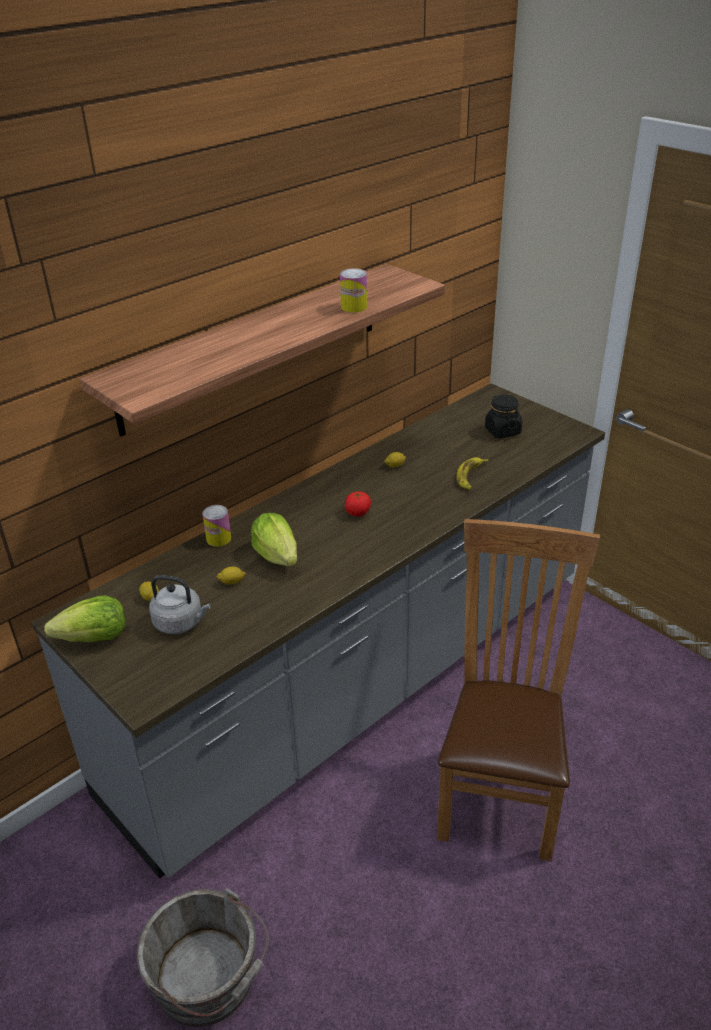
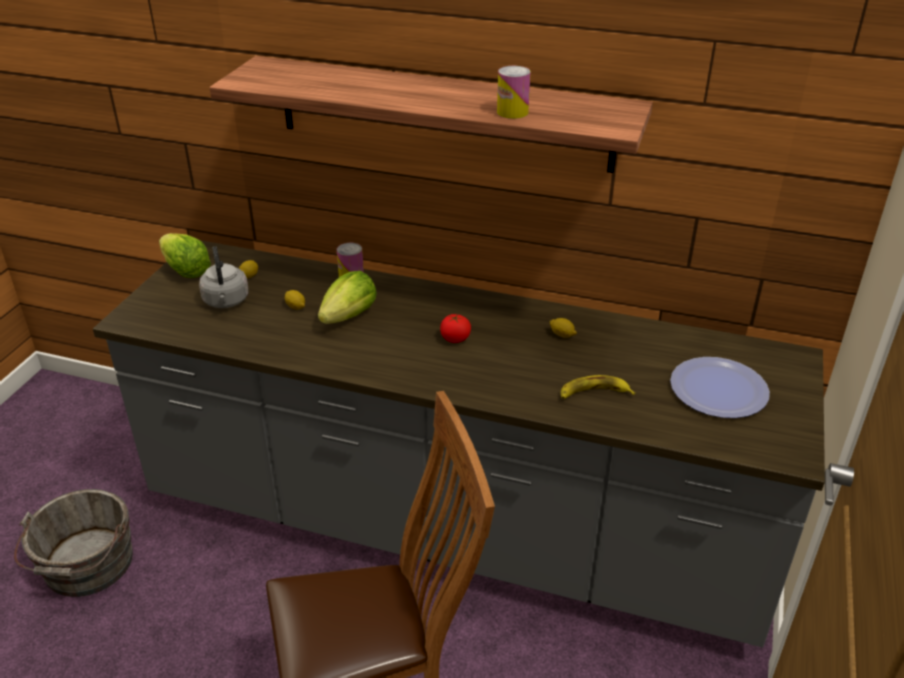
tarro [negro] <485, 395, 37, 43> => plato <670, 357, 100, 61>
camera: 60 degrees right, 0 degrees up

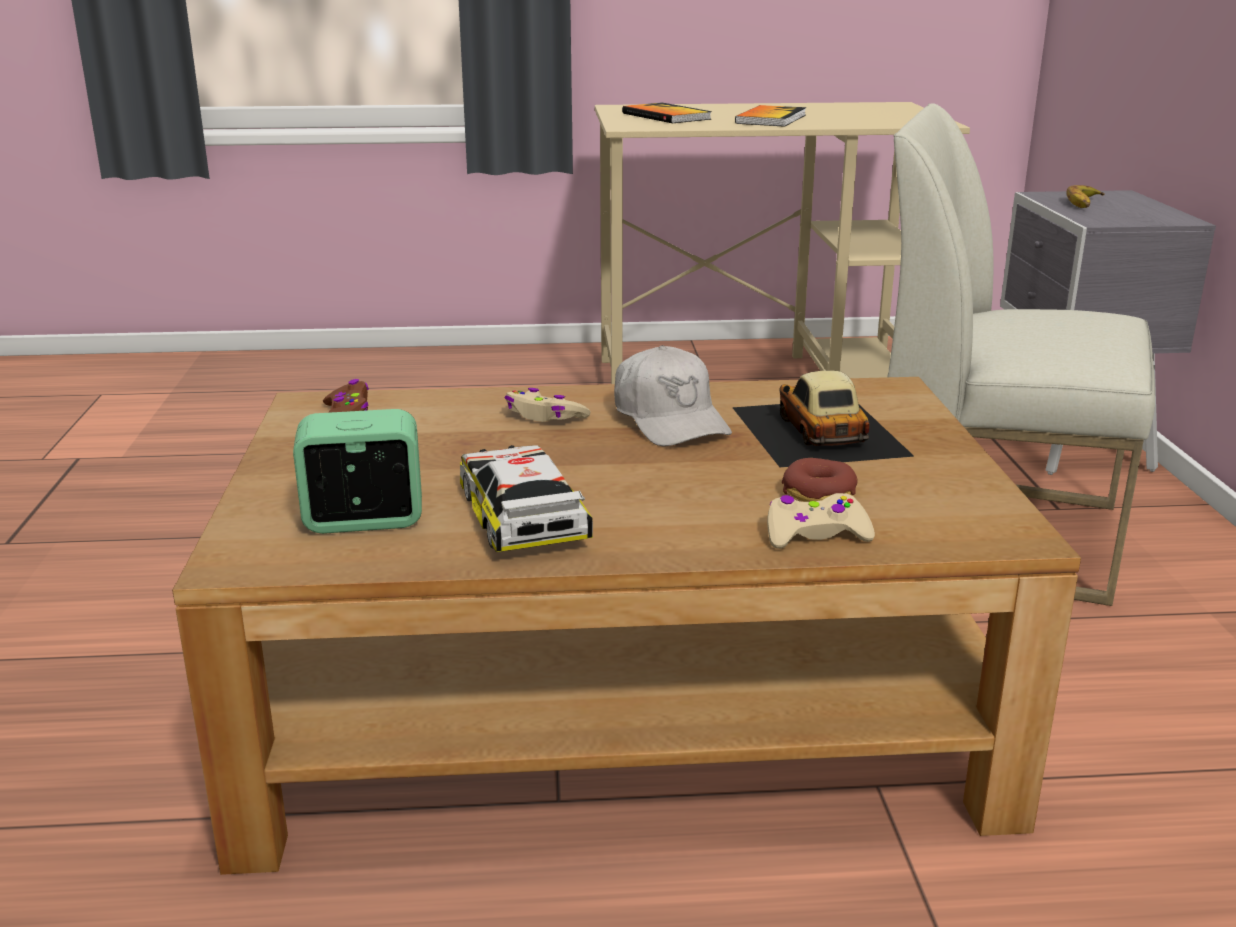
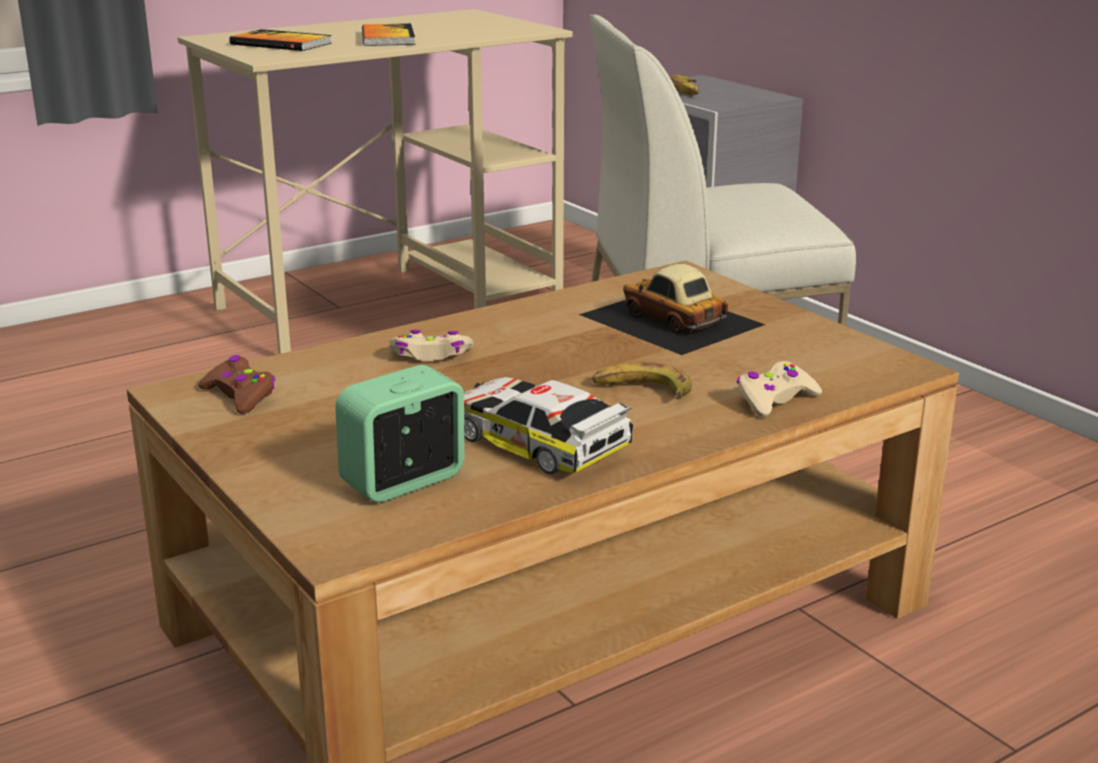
gorra [blanco] <614, 345, 118, 101> => nothing
rosquilla <782, 458, 76, 44> => nothing
nothing => plátano <592, 362, 100, 37>
camera: 30 degrees left, 0 degrees up

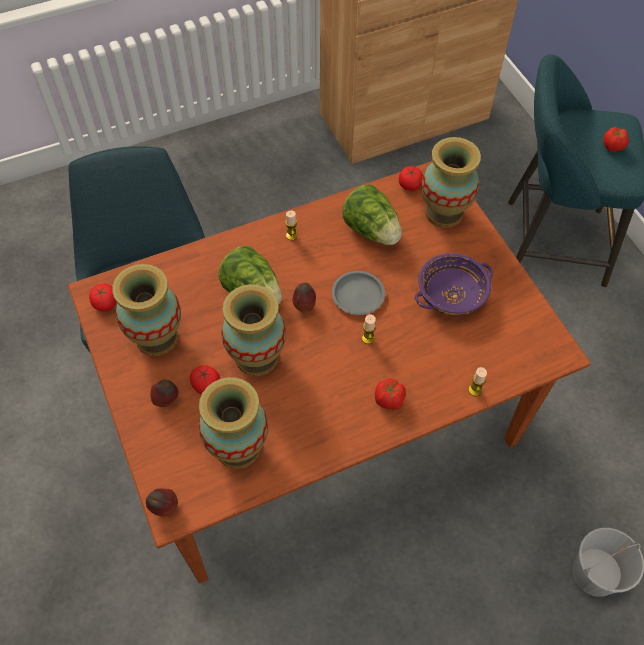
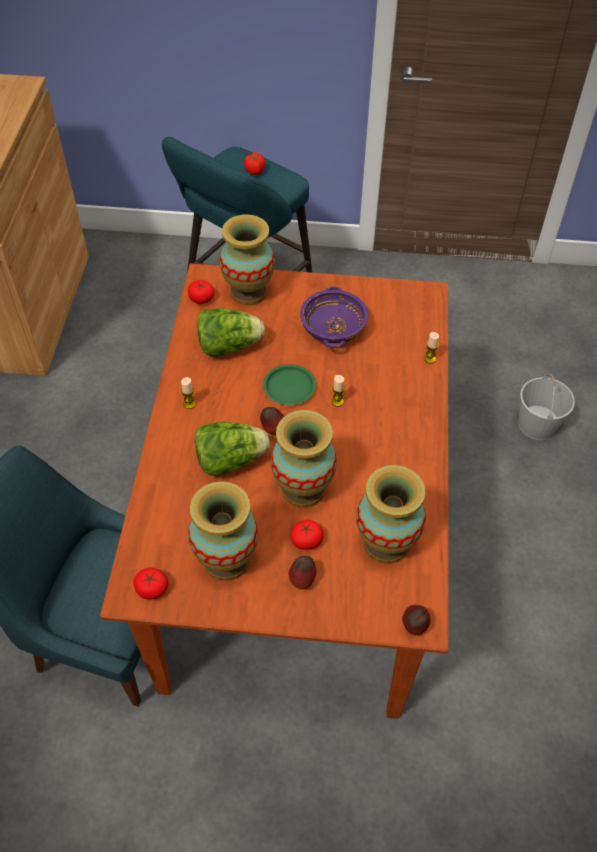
tomate <375, 379, 31, 31> => nothing
plato [gris] <332, 271, 53, 44> => plato [verde] <263, 364, 53, 41>
camera: 60 degrees left, 5 degrees down

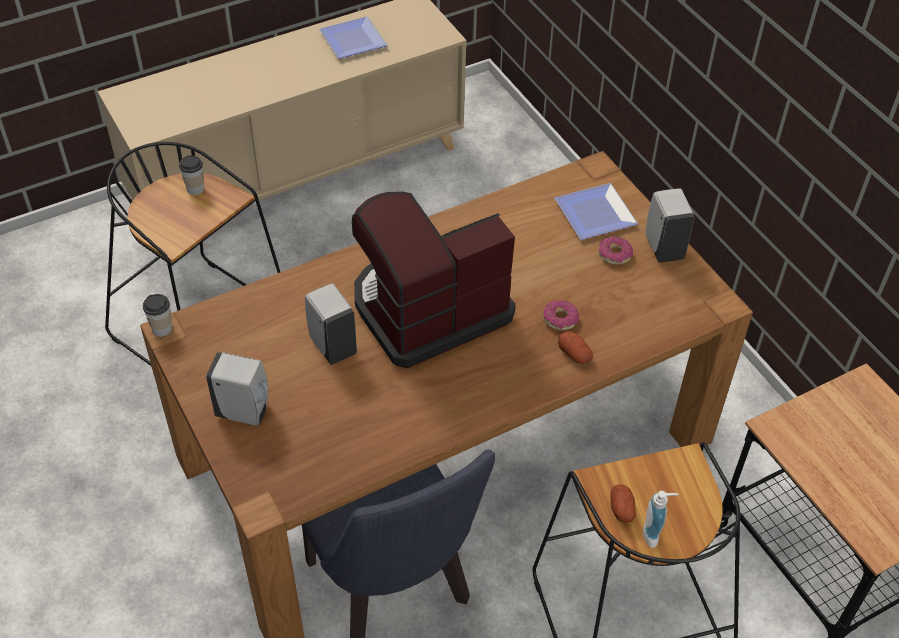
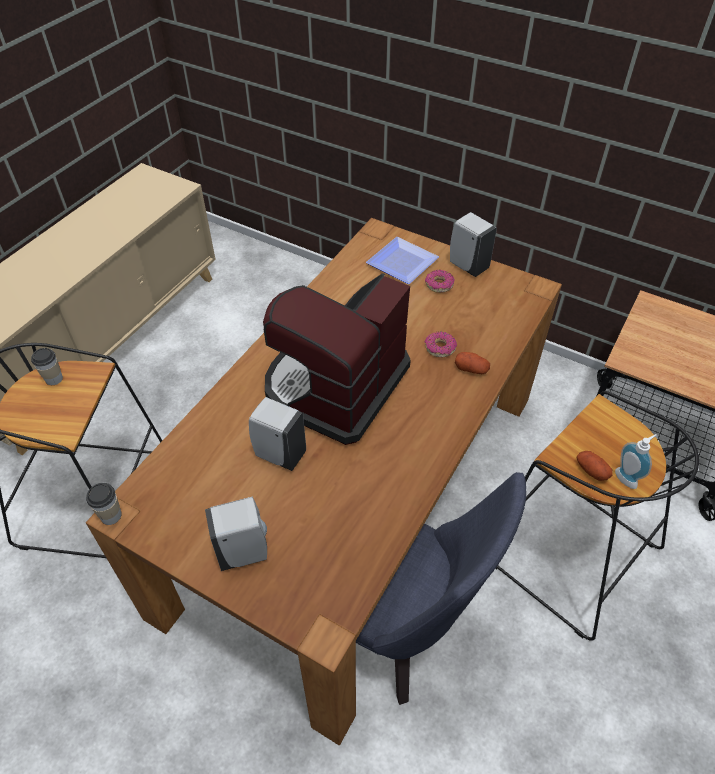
plato <319, 16, 68, 43> => nothing
camera: 30 degrees left, 0 degrees up

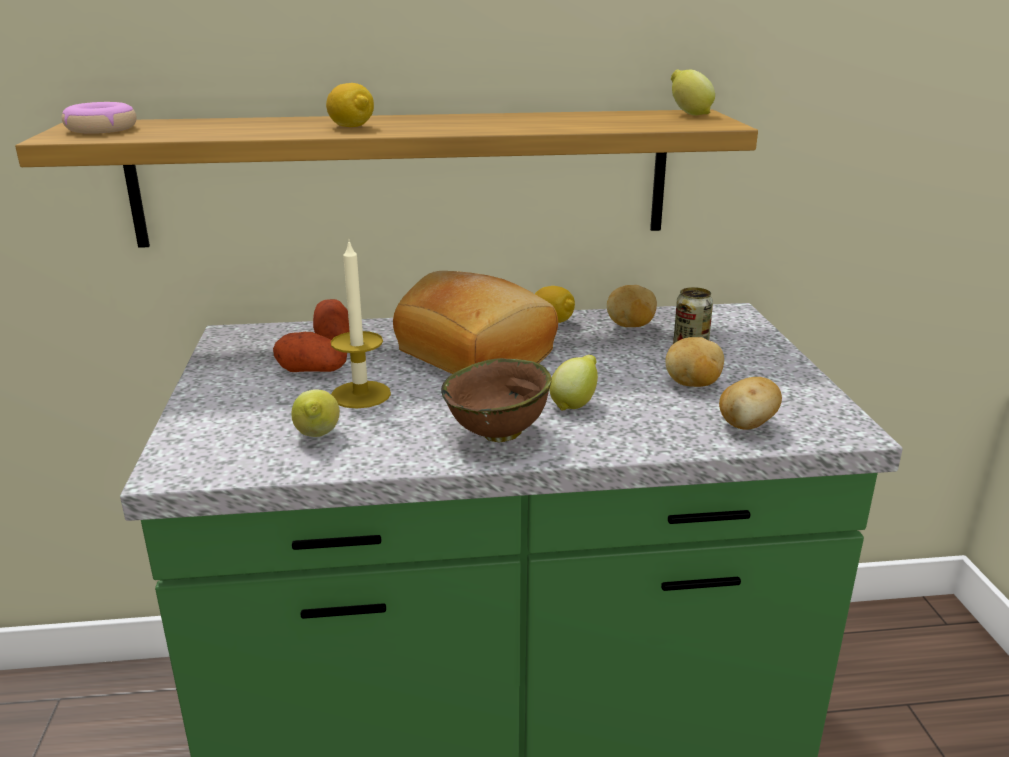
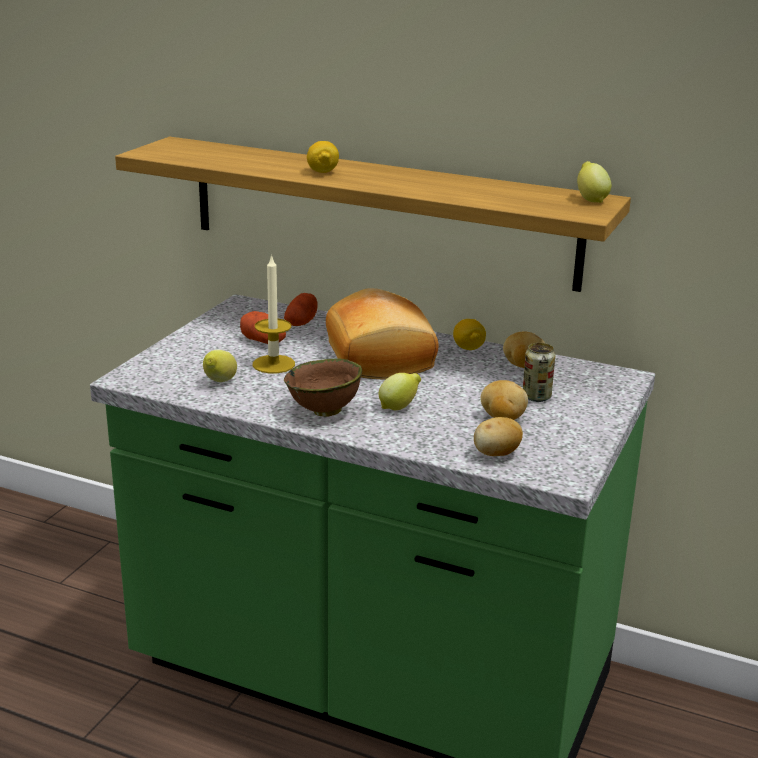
rosquilla <62, 102, 75, 32> => nothing
camera: 30 degrees right, 0 degrees up

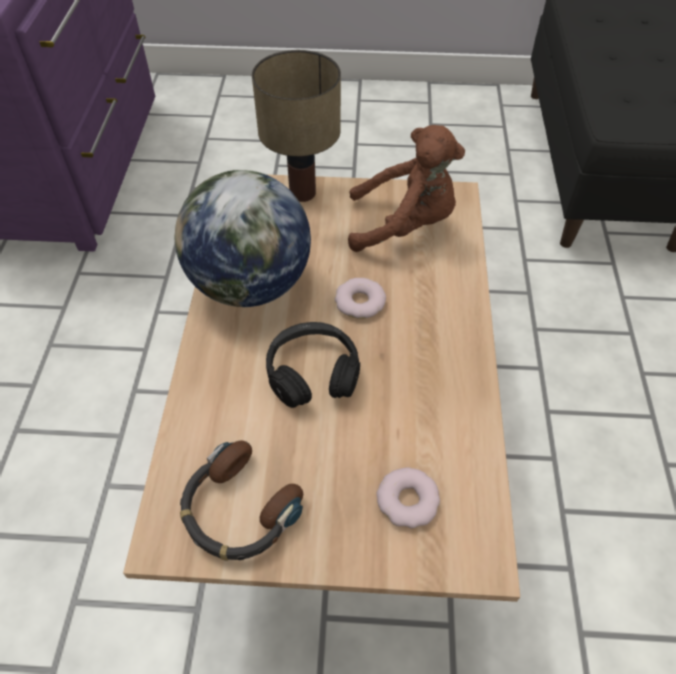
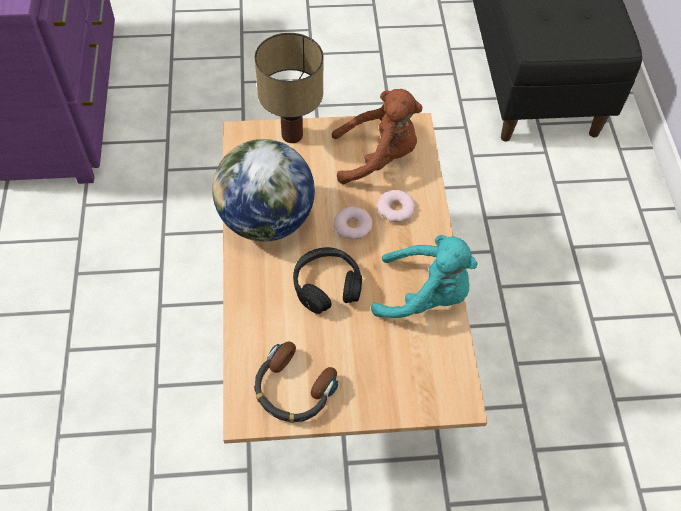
nothing => peluche [turquesa] <371, 235, 107, 83>
rosquilla <376, 467, 64, 62> => rosquilla <377, 190, 38, 32>, shifted
camera: 10 degrees left, 5 degrees up

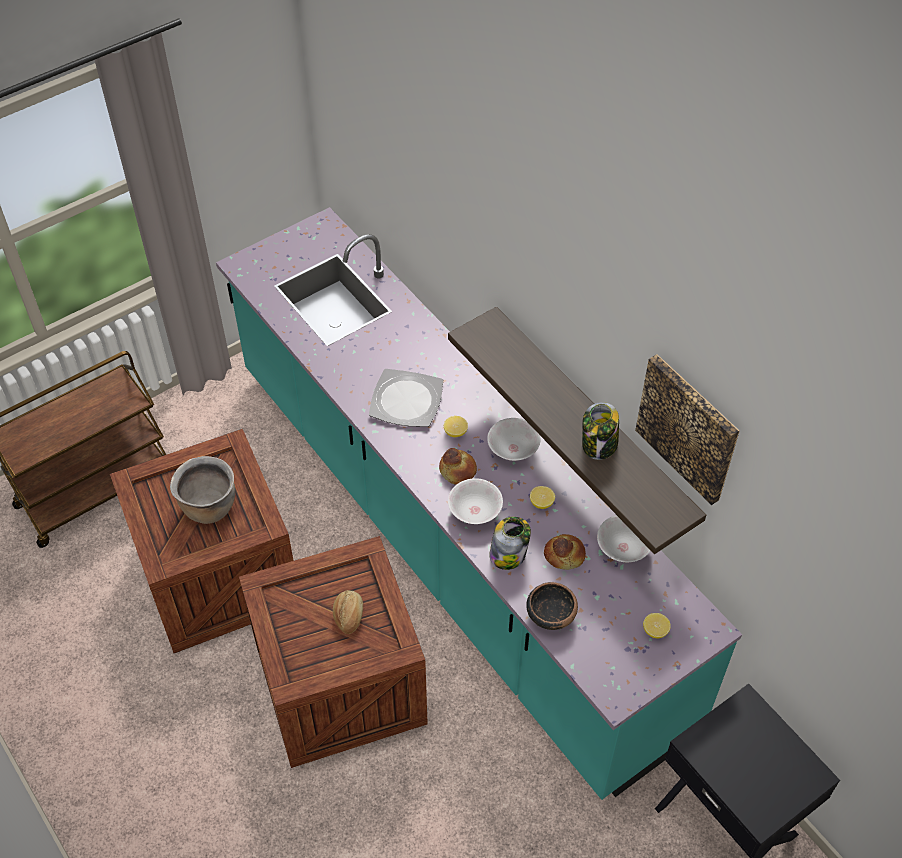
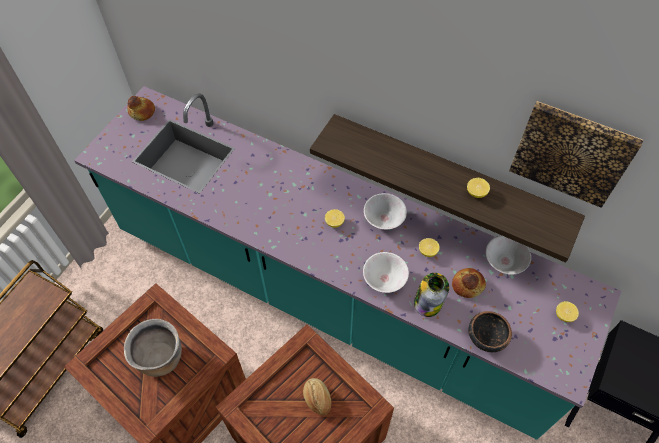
plato <369, 369, 74, 58> => nothing
pan <439, 448, 38, 37> => pan <127, 96, 28, 25>, shifted
tarro <582, 402, 37, 58> => limón <467, 178, 23, 20>
camera: 25 degrees left, 5 degrees up

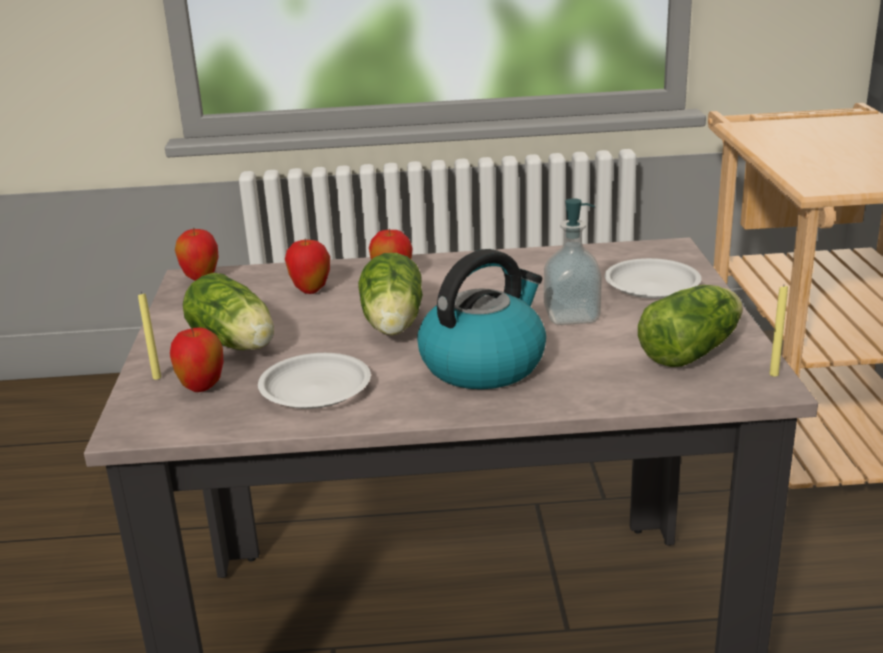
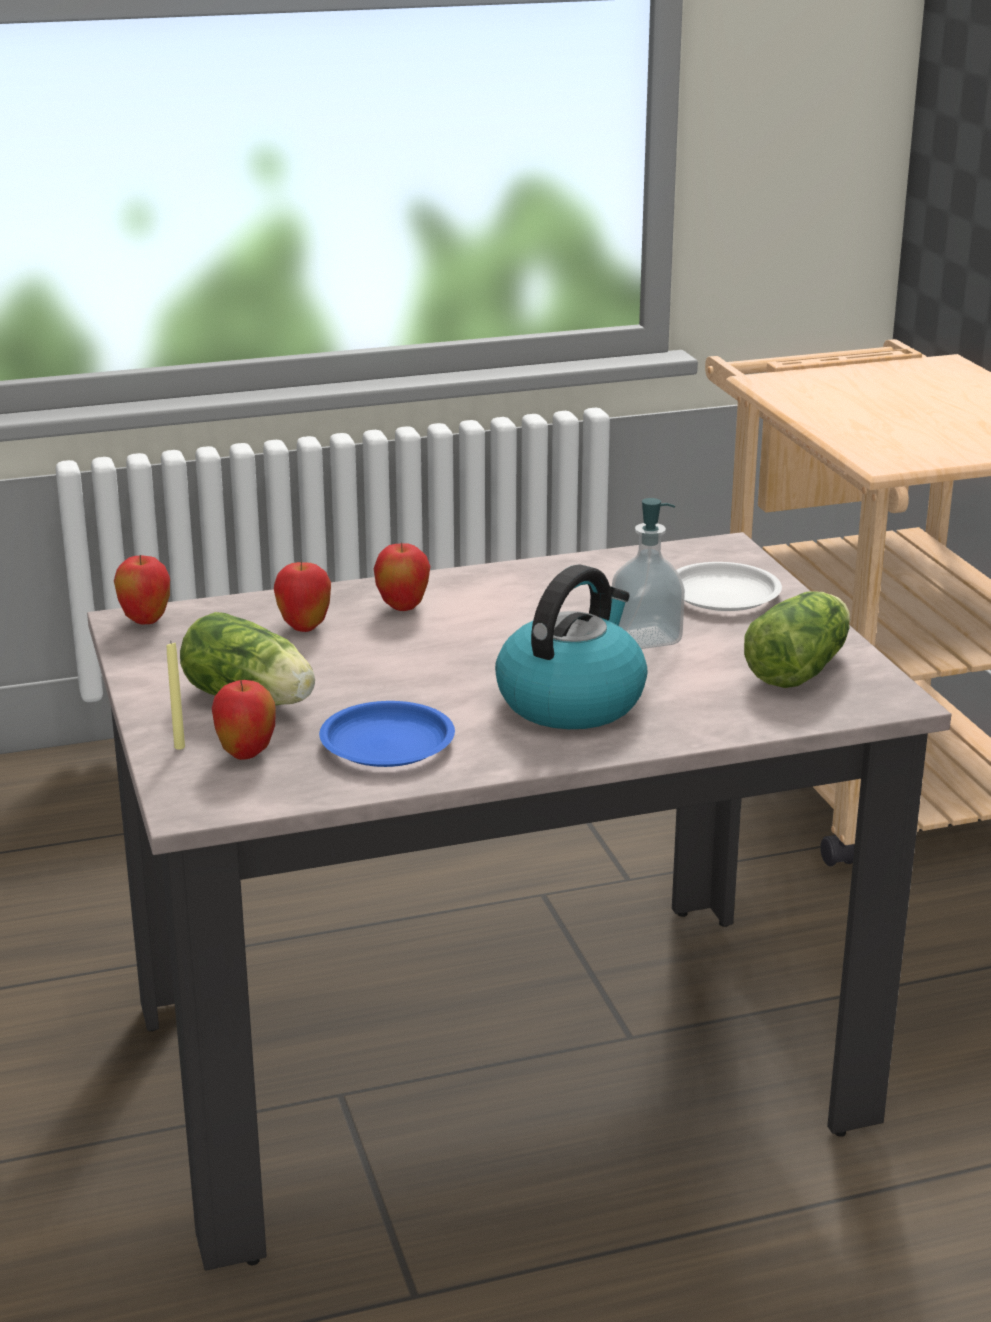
lechuga <358, 253, 65, 83> => nothing
vela [amarillo] <769, 286, 19, 91> => nothing
plato [blanco] <258, 353, 113, 56> => plato [azul] <319, 701, 136, 66>
camera: 15 degrees left, 0 degrees up

